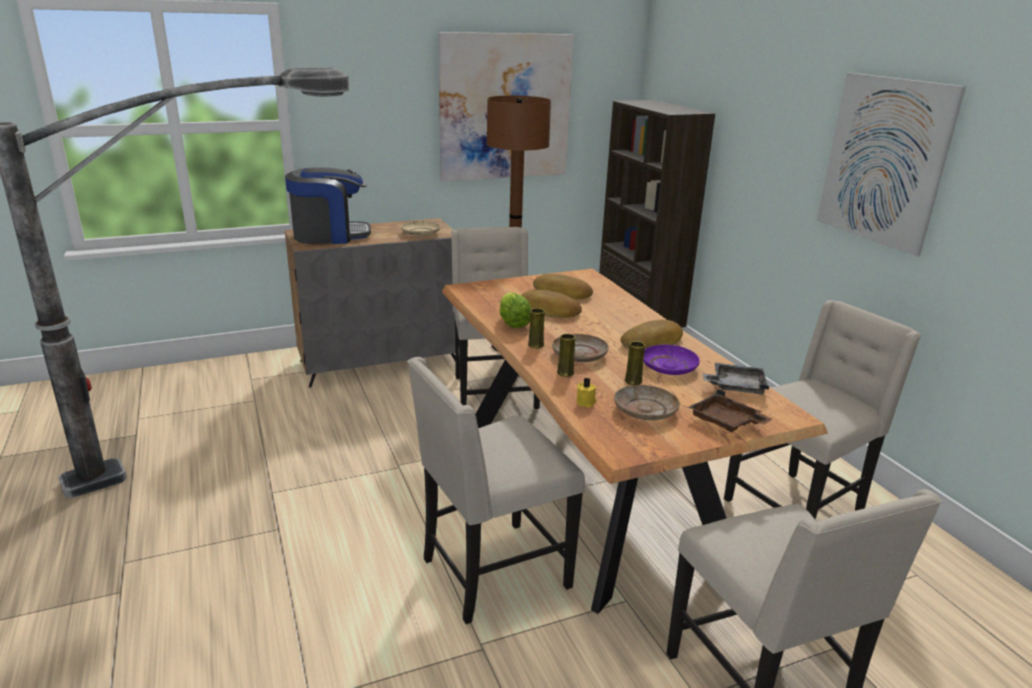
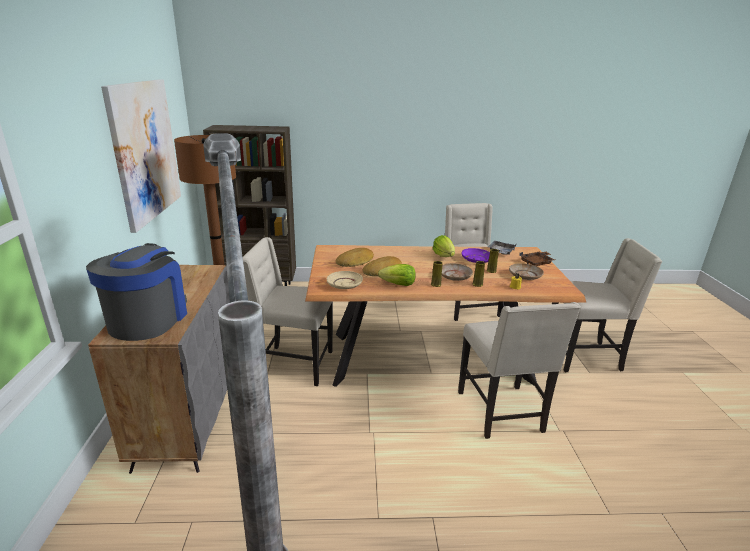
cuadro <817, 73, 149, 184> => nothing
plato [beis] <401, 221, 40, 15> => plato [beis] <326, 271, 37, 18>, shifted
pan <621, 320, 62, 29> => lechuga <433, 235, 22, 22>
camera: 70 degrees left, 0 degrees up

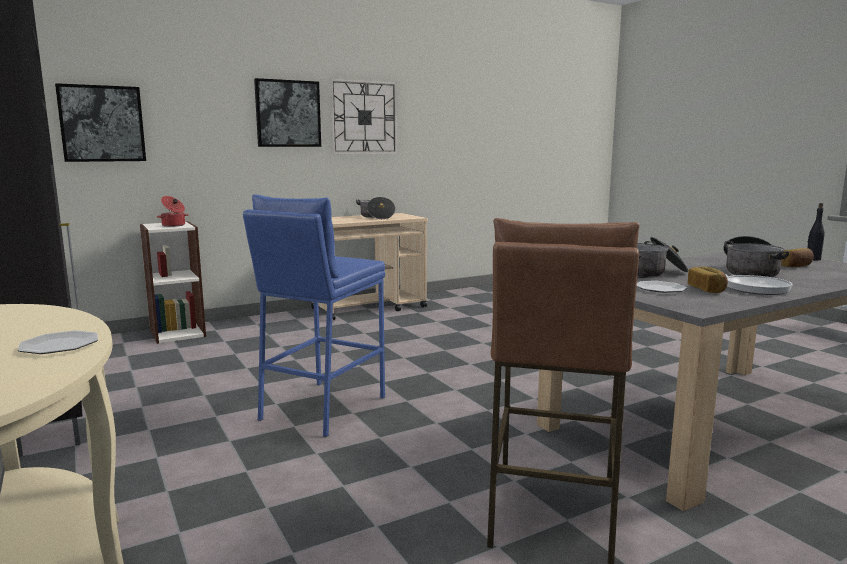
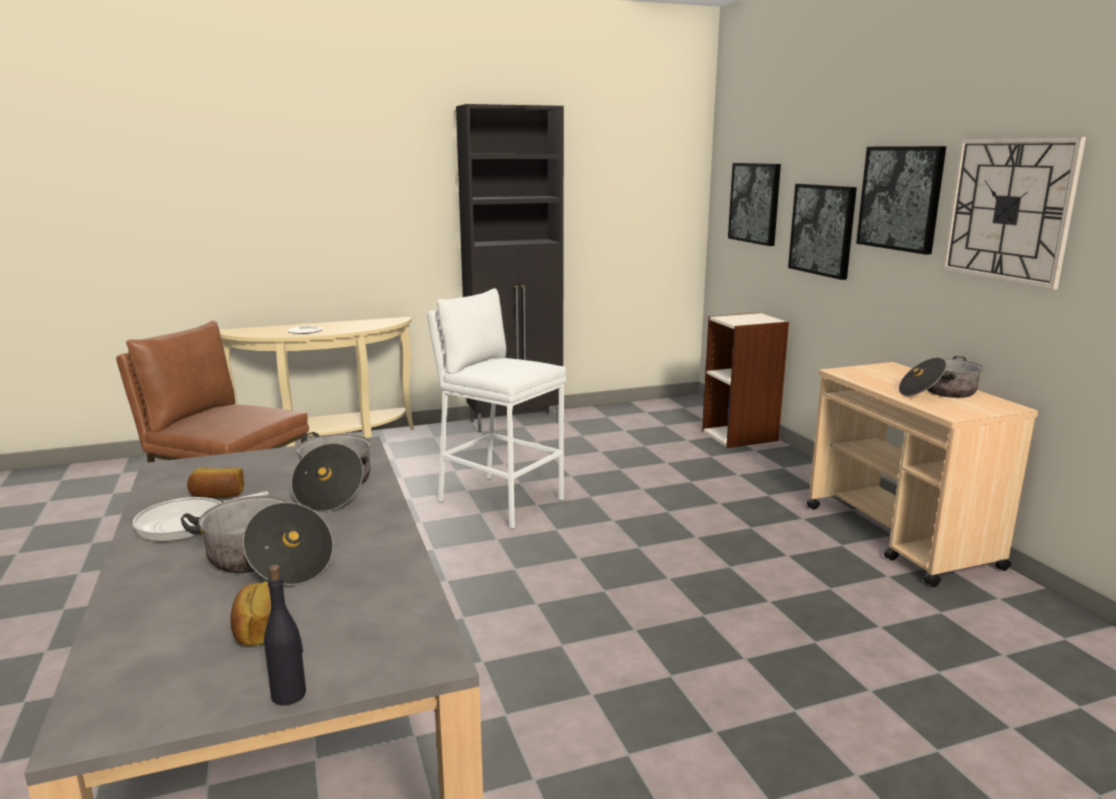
olla <157, 196, 32, 31> => nothing
plato <636, 281, 51, 12> => nothing
nothing => cuadro <788, 184, 69, 96>
taburete [azul] <243, 194, 142, 243> => taburete [blanco] <427, 288, 139, 241>
camera: 100 degrees right, 5 degrees up

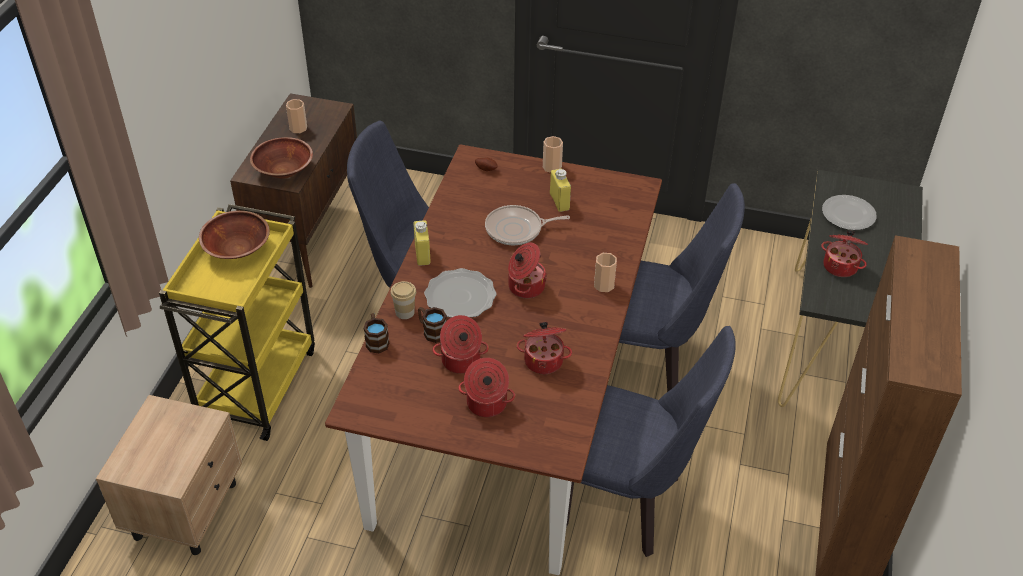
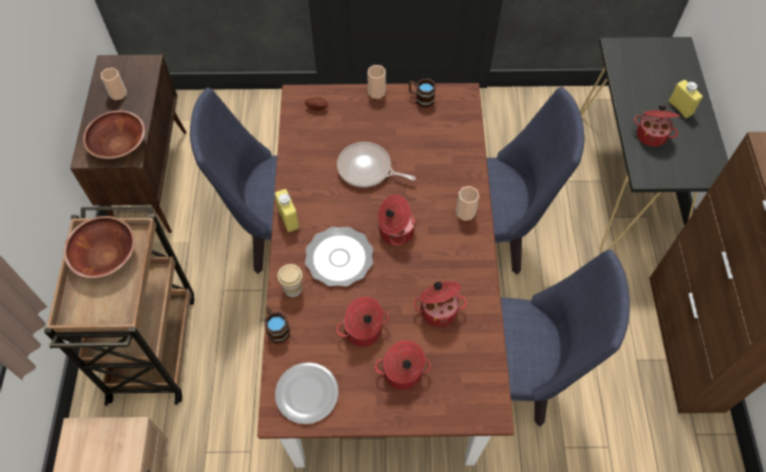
taza grande [marrón] <418, 307, 29, 36> => taza grande [marrón] <409, 79, 27, 29>, shifted
botella [amarillo] <550, 169, 21, 43> => botella [amarillo] <668, 80, 35, 38>, shifted
plato <822, 195, 55, 35> => plato <275, 362, 64, 62>, shifted
carrito [amarillo] <159, 204, 156, 237> => carrito [marrón] <44, 206, 151, 200>
sartén <485, 205, 85, 40> => sartén <337, 142, 79, 45>, 45 degrees clockwise
camera: 15 degrees left, 15 degrees up

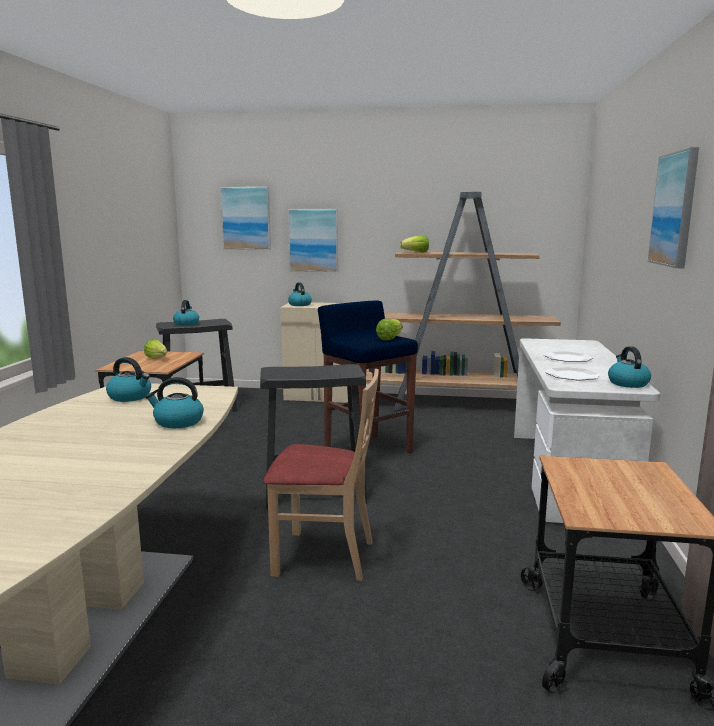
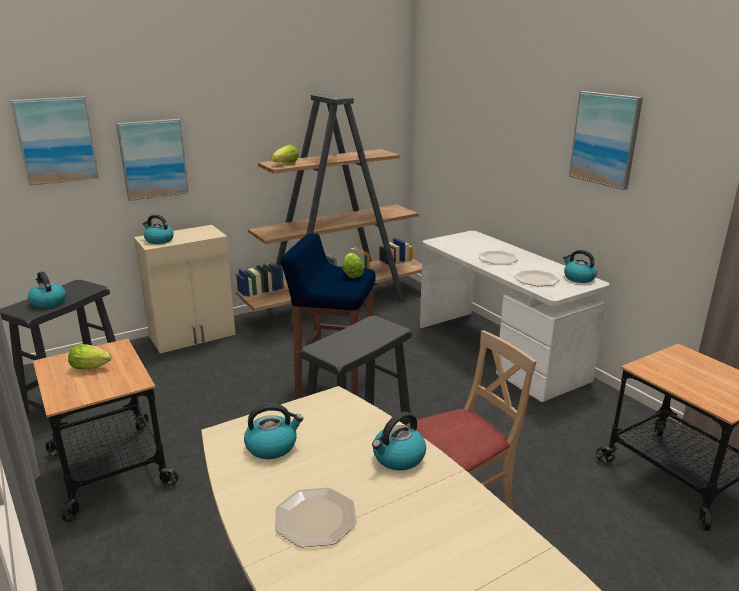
nothing => plato <275, 487, 82, 61>
camera: 40 degrees left, 10 degrees up

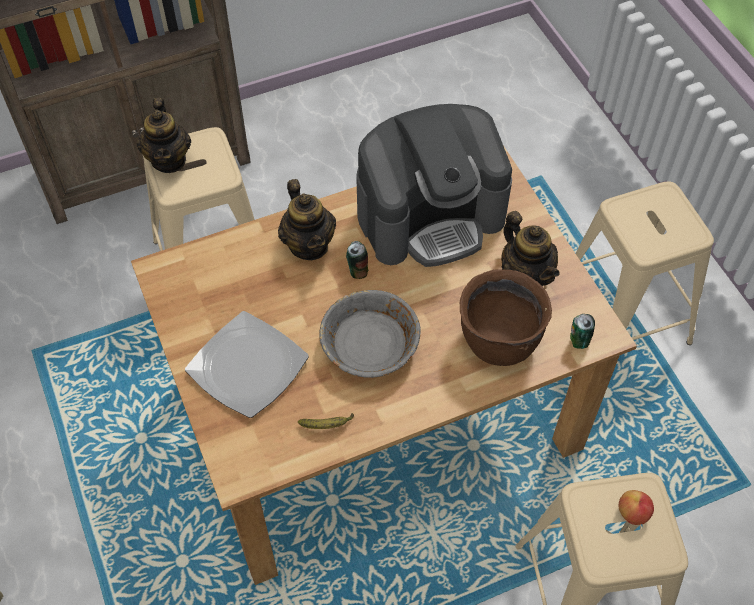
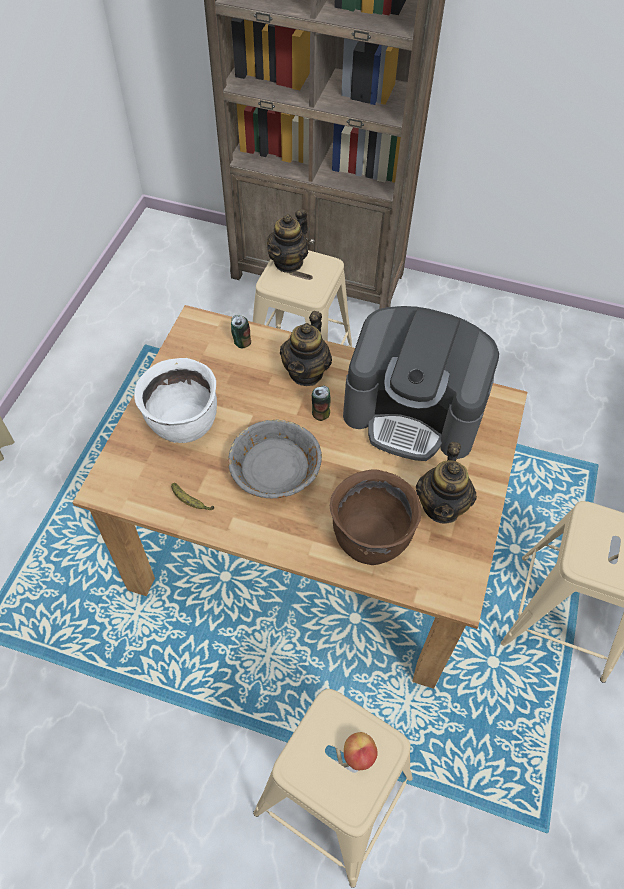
lata <570, 314, 25, 35> => lata <231, 315, 20, 34>, shifted
plato <185, 311, 124, 107> => olla [blanco] <134, 358, 83, 85>
camera: 40 degrees right, 0 degrees up

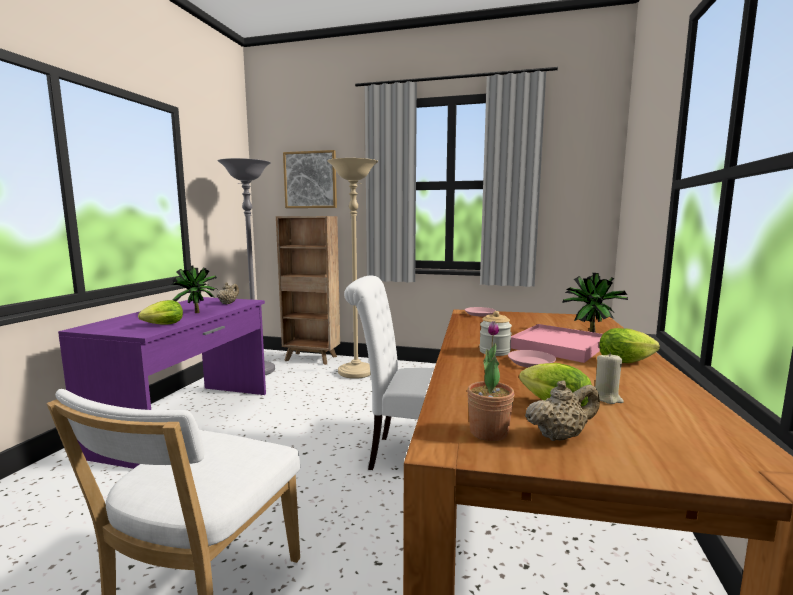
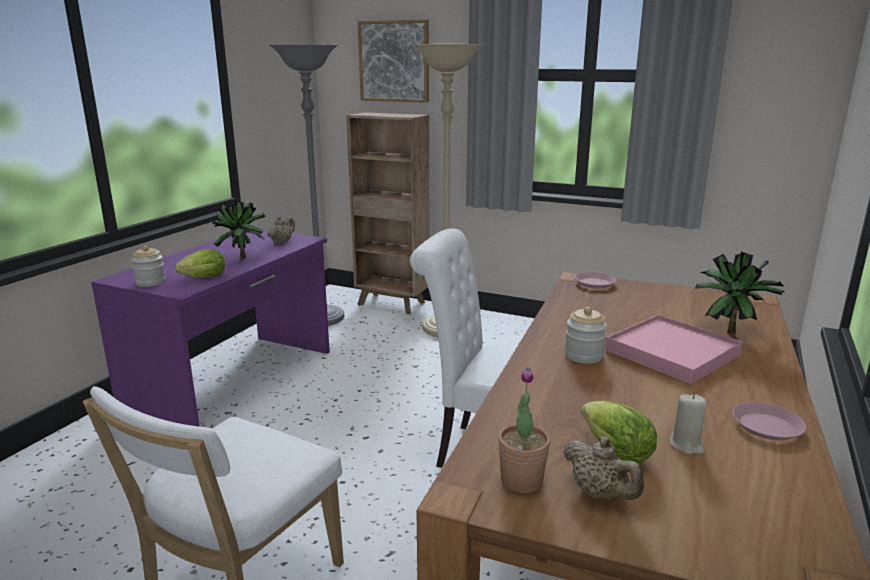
lechuga <599, 328, 61, 35> => nothing
nothing => tarro <132, 246, 34, 41>
plato [rosa] <508, 350, 48, 18> => plato [rosa] <732, 402, 74, 38>, shifted
tetera [beis] <525, 381, 75, 60> => tetera [beis] <563, 436, 81, 64>, 60 degrees clockwise
camera: 10 degrees right, 10 degrees up

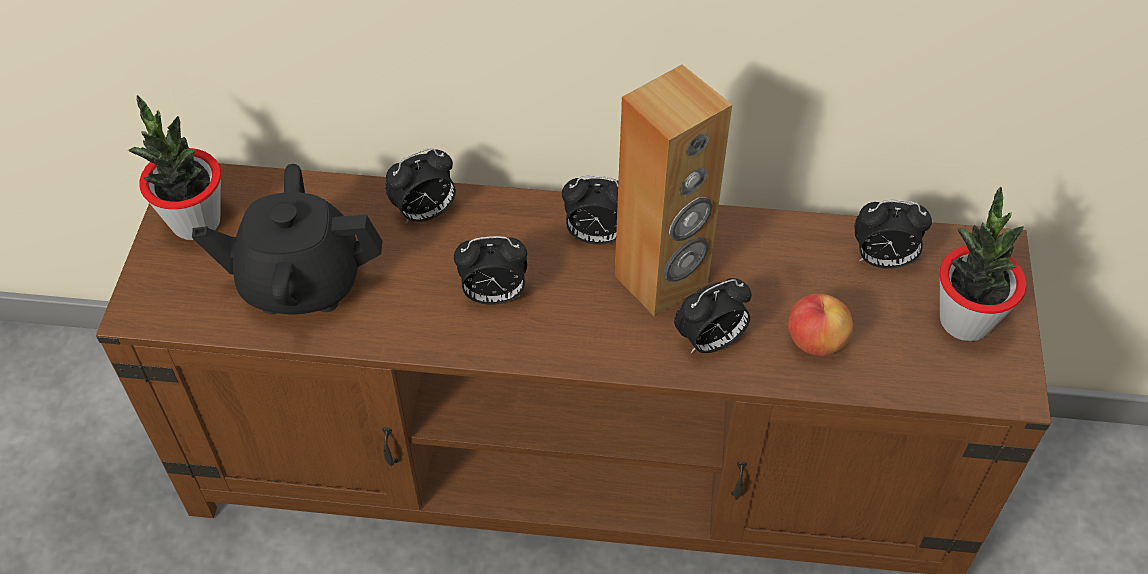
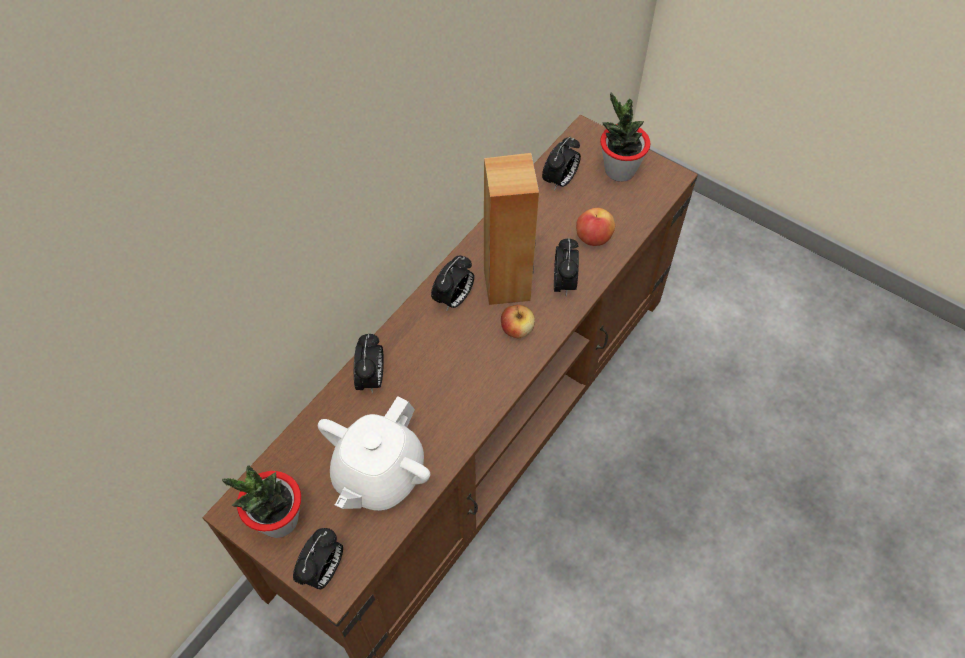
nothing => manzana <501, 305, 34, 33>
despertador <454, 236, 73, 69> => despertador <293, 528, 50, 62>, shifted
tetera [negro] <192, 164, 191, 150> => tetera [blanco] <318, 396, 112, 115>
camera: 60 degrees left, 5 degrees up

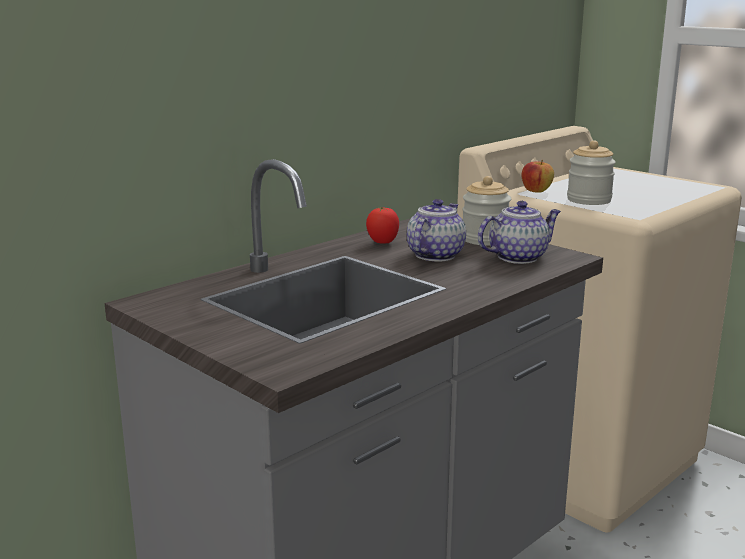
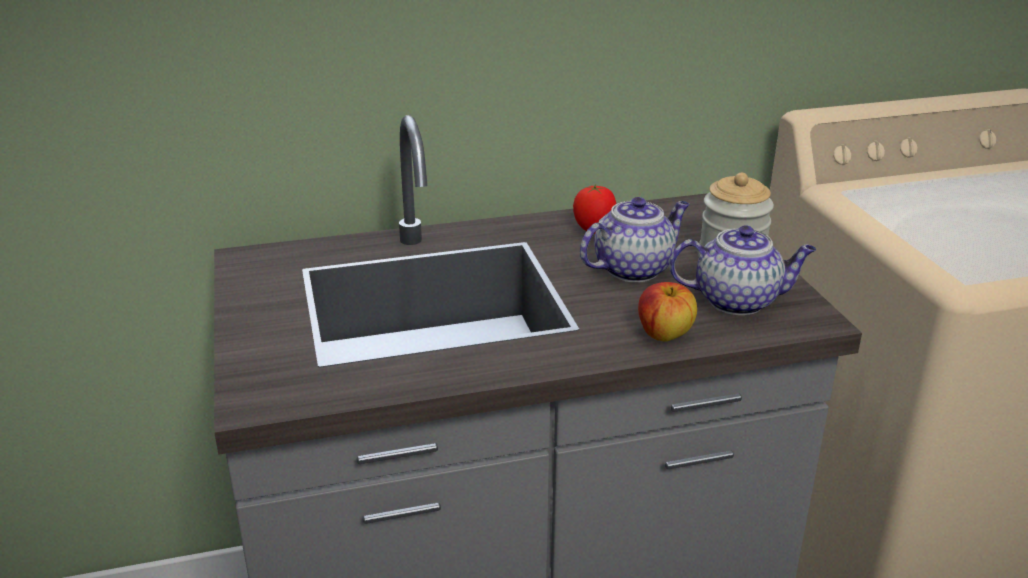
tarro <567, 141, 49, 64> => nothing
manzana <522, 160, 32, 32> => manzana <638, 282, 59, 60>, shifted
camera: 30 degrees right, 10 degrees up

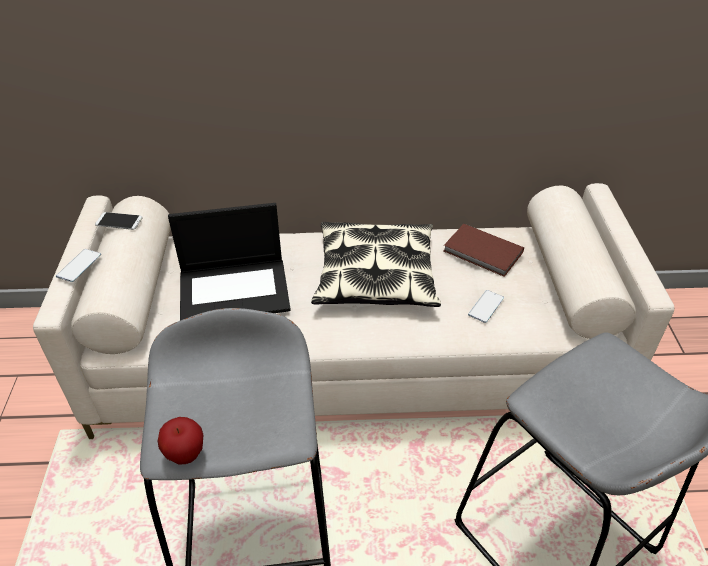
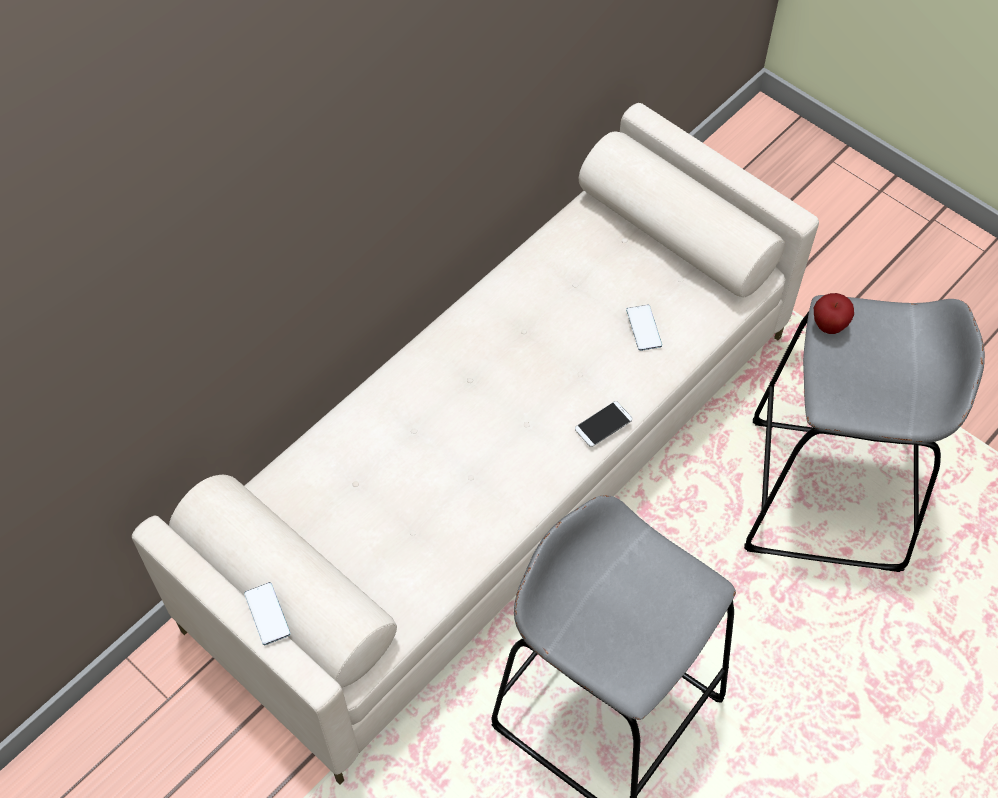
portátil <168, 203, 123, 118> => nothing
cojín <311, 222, 130, 85> => nothing
libro [marrón] <443, 224, 81, 53> => nothing
móvil <95, 212, 48, 18> => móvil <575, 401, 57, 46>, shifted
manzana <158, 417, 45, 47> => manzana <814, 293, 40, 41>, shifted
camera: 45 degrees left, 15 degrees up

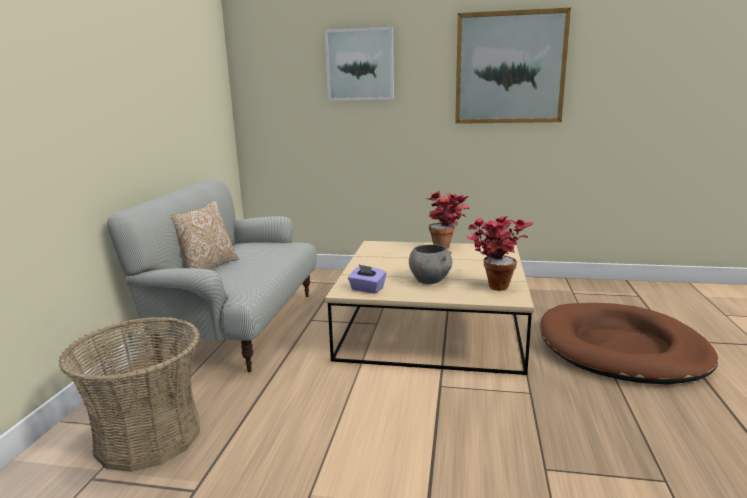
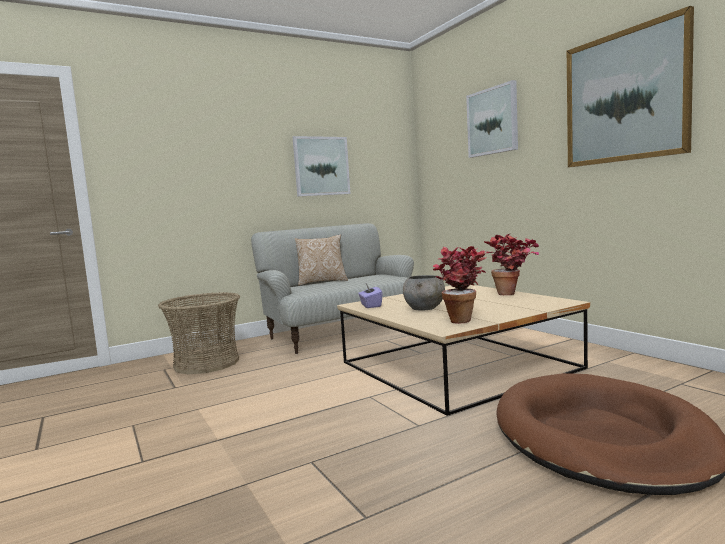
nothing => cuadro <293, 136, 57, 61>
camera: 50 degrees right, 10 degrees down

